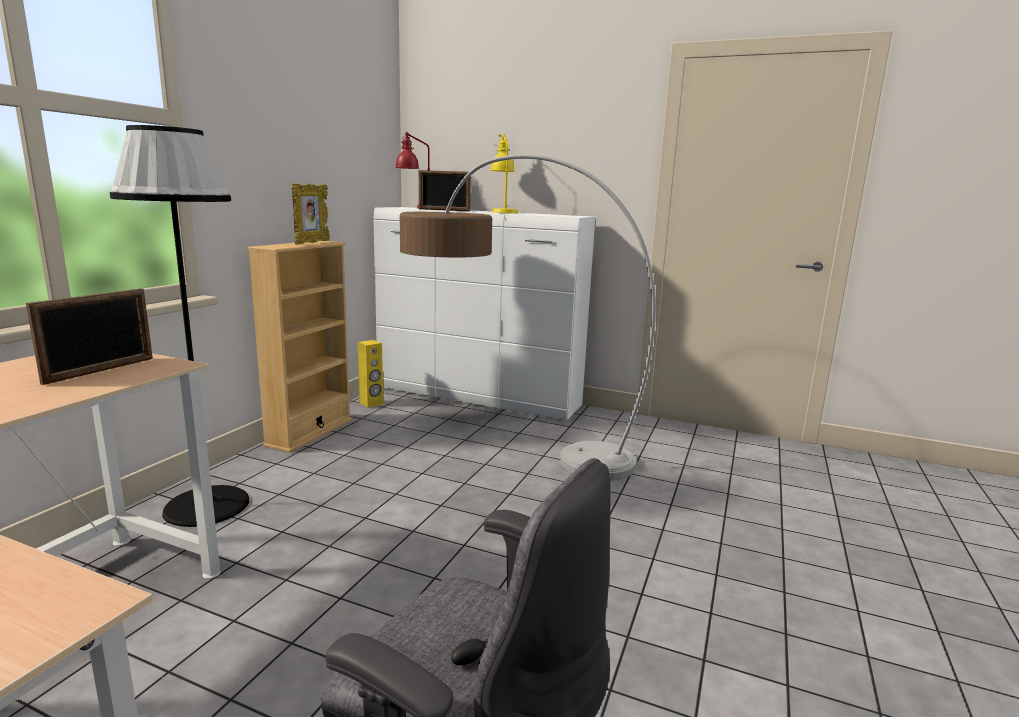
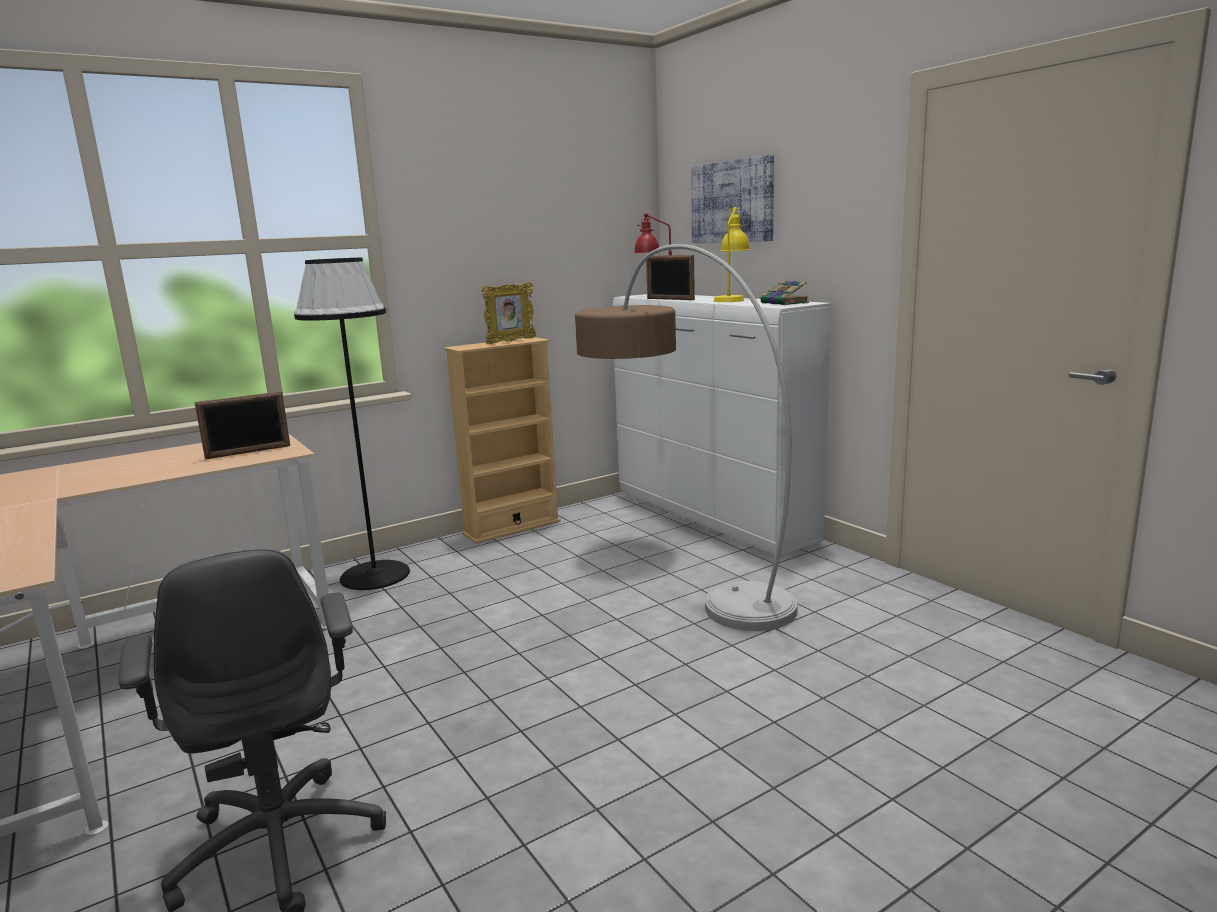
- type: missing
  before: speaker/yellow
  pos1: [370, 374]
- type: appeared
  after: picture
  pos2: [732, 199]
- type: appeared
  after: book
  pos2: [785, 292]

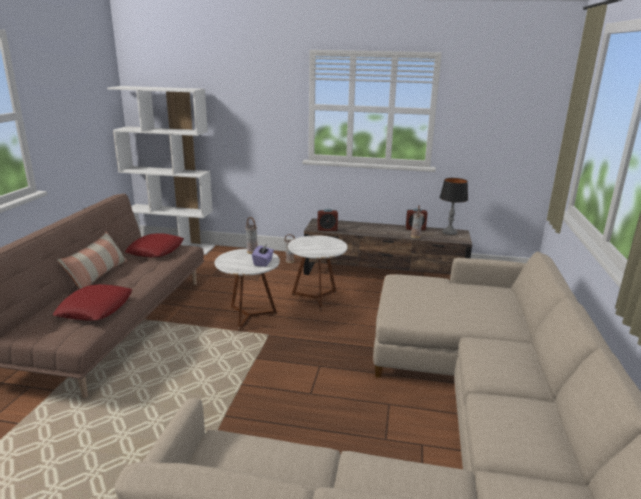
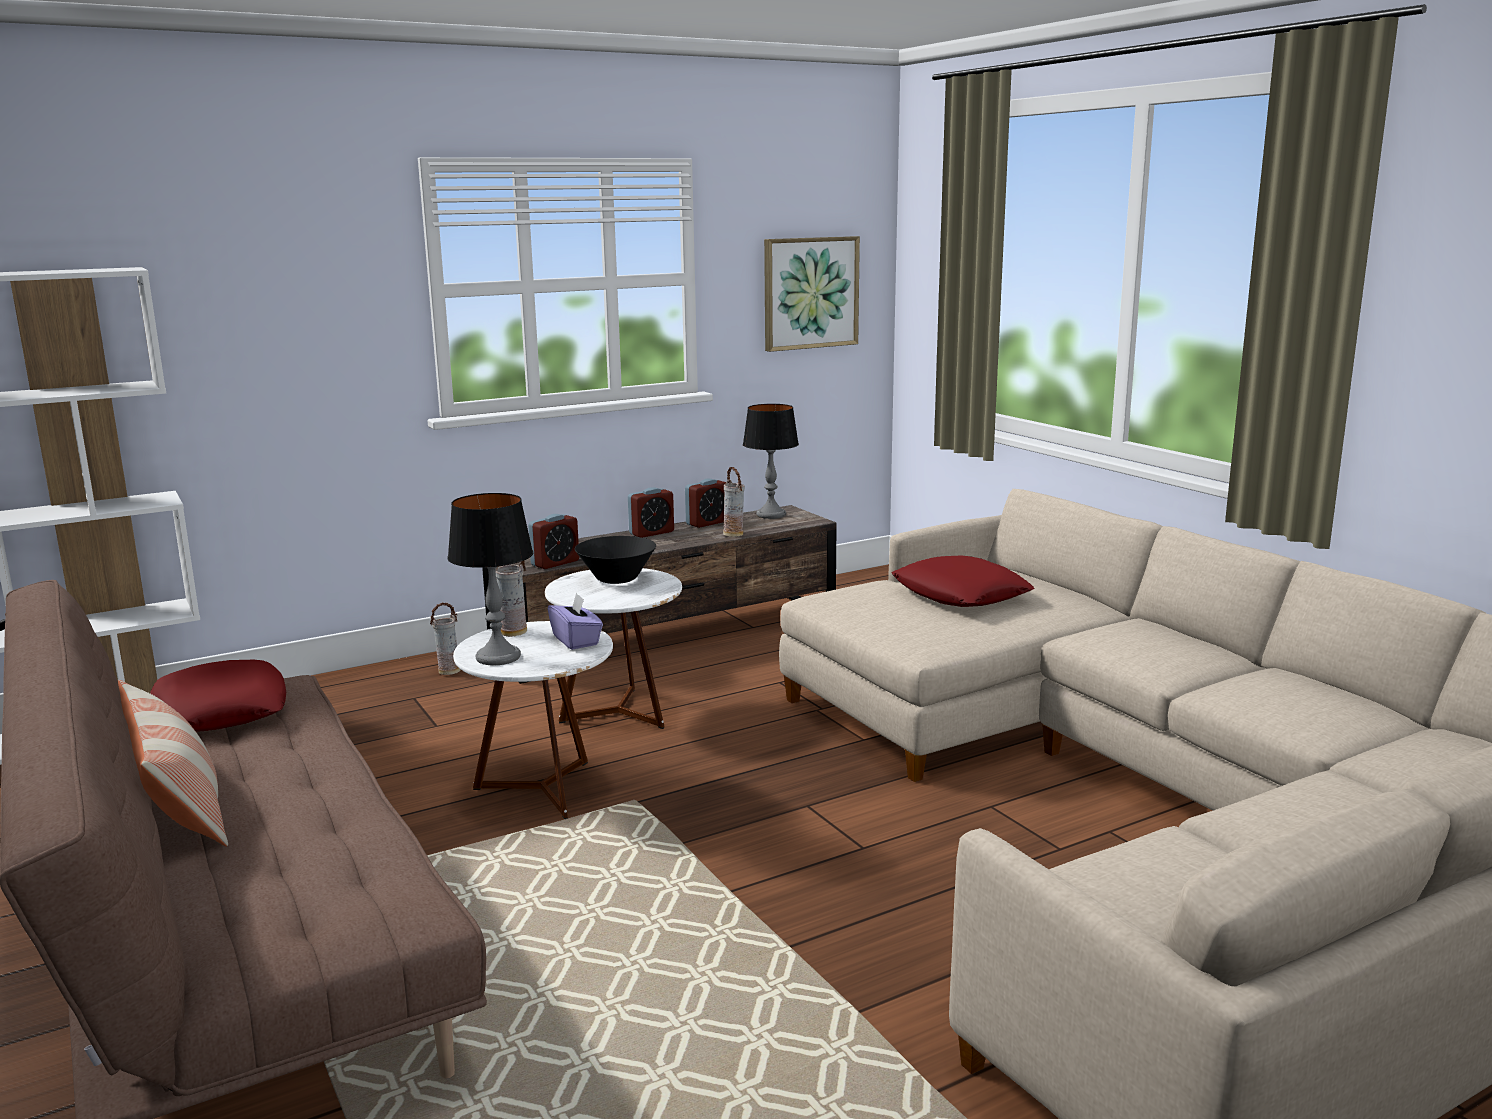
- type: relocated
  before: pillow/red
  pos1: [92, 302]
  pos2: [963, 581]
- type: appeared
  after: picture
  pos2: [812, 294]
- type: appeared
  after: alarm clock
  pos2: [651, 512]
- type: appeared
  after: table lamp
  pos2: [490, 579]
- type: appeared
  after: bowl/black
  pos2: [615, 560]

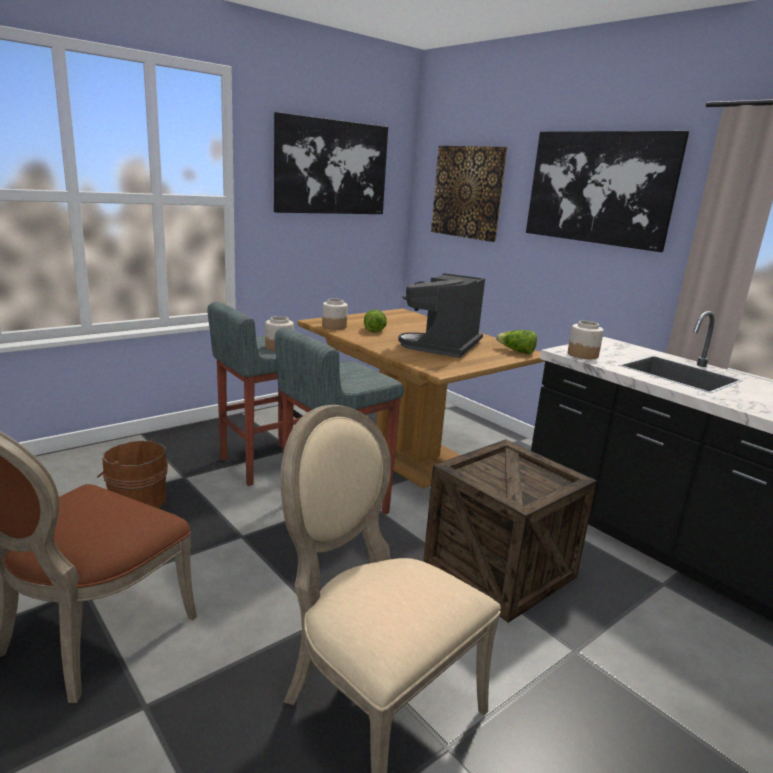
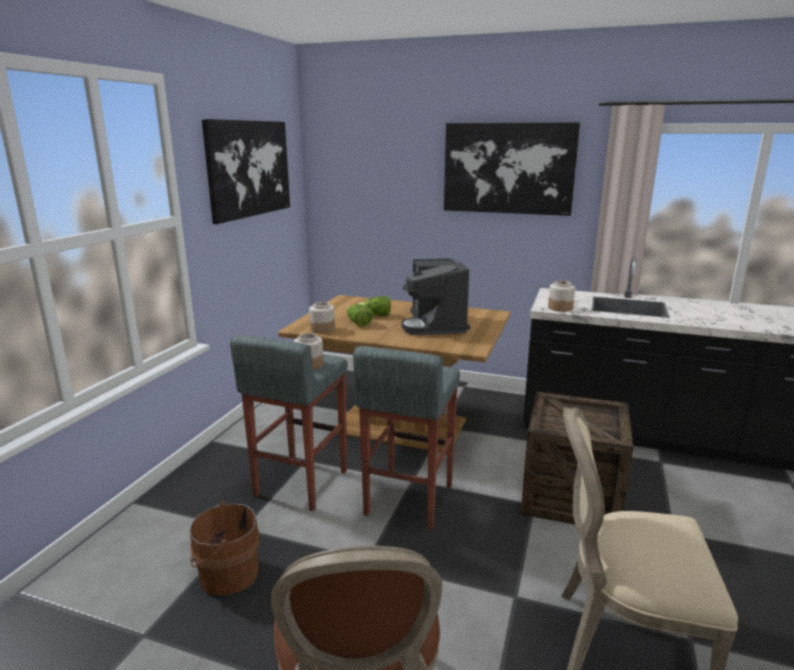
- type: missing
  before: picture
  pos1: [469, 194]
- type: relocated
  before: lettuce
  pos1: [516, 342]
  pos2: [375, 306]

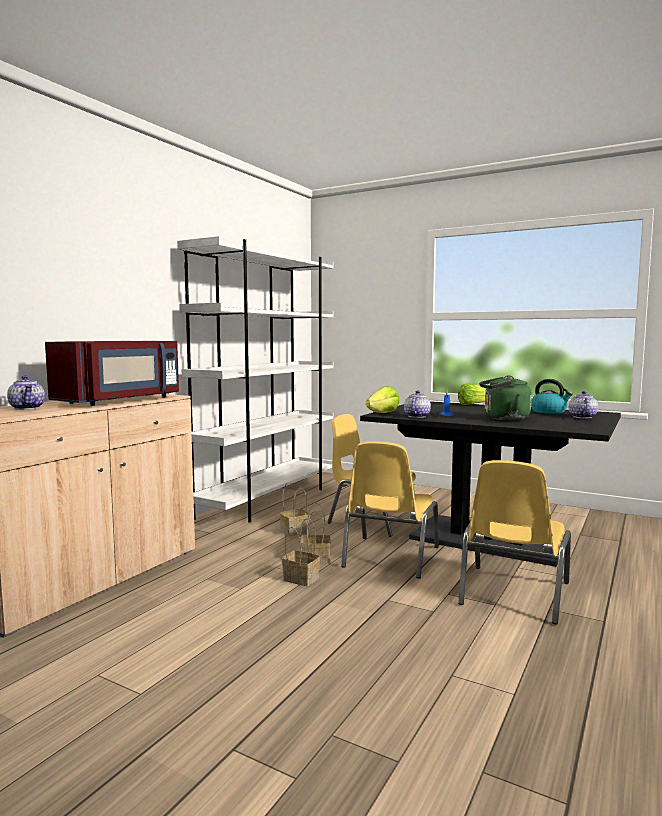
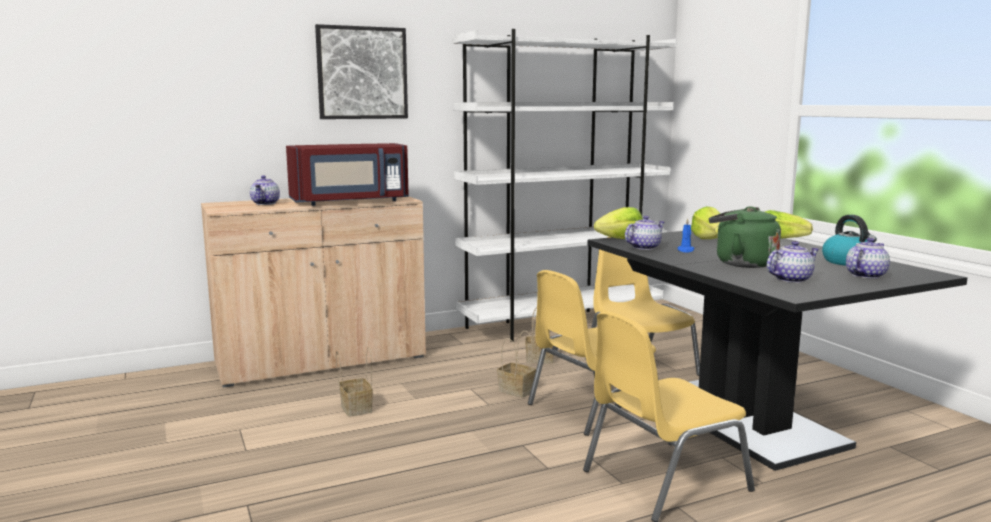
- type: relocated
  before: basket
  pos1: [301, 552]
  pos2: [354, 382]
- type: appeared
  after: picture
  pos2: [361, 71]
- type: appeared
  after: lettuce
  pos2: [706, 222]
- type: appeared
  after: teapot
  pos2: [793, 262]

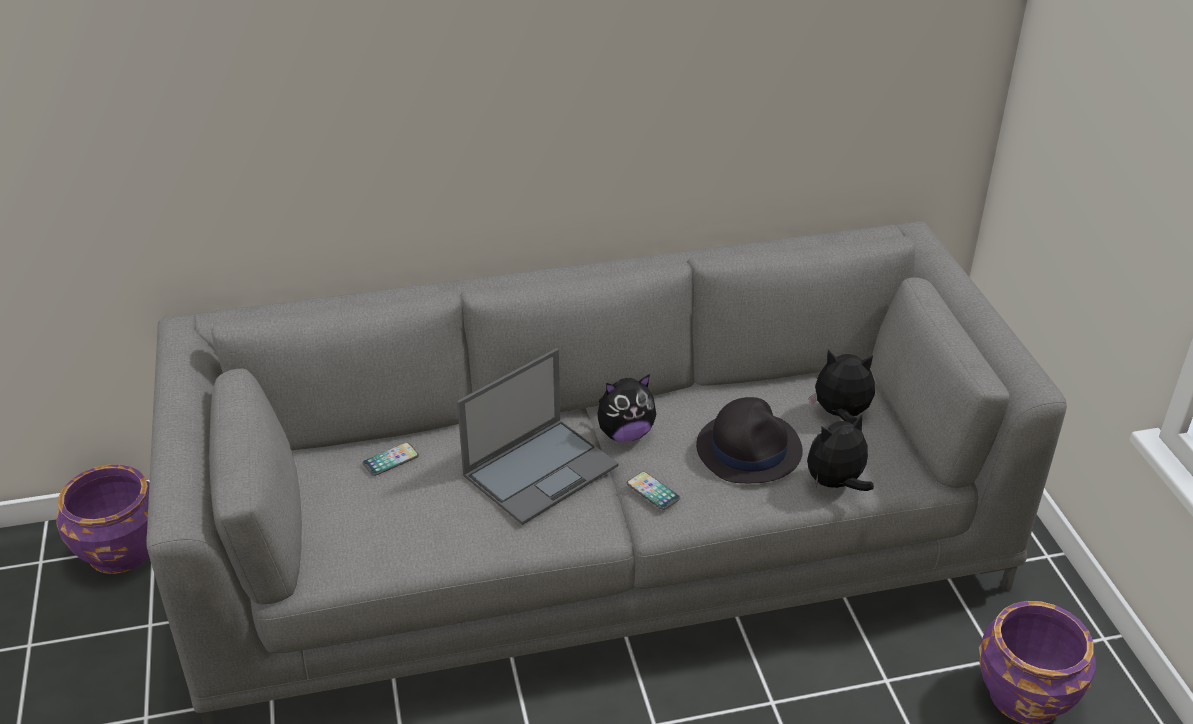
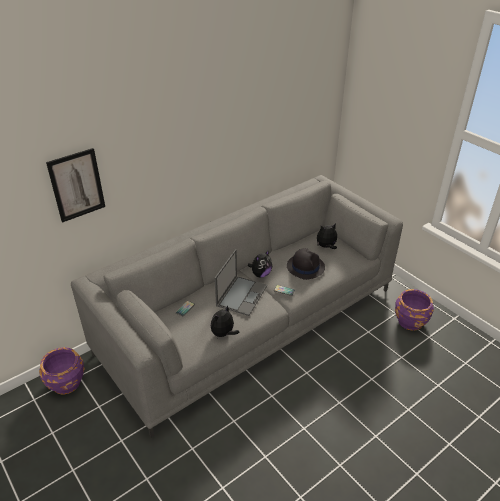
- type: relocated
  before: plush toy
  pos1: [840, 452]
  pos2: [225, 321]
- type: appeared
  after: picture
  pos2: [75, 185]

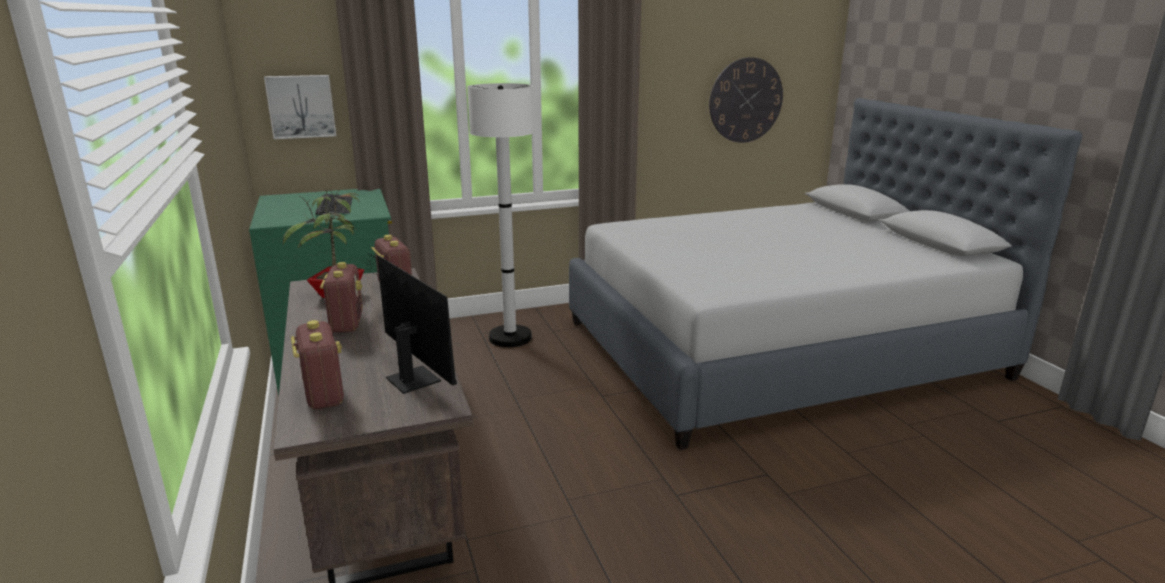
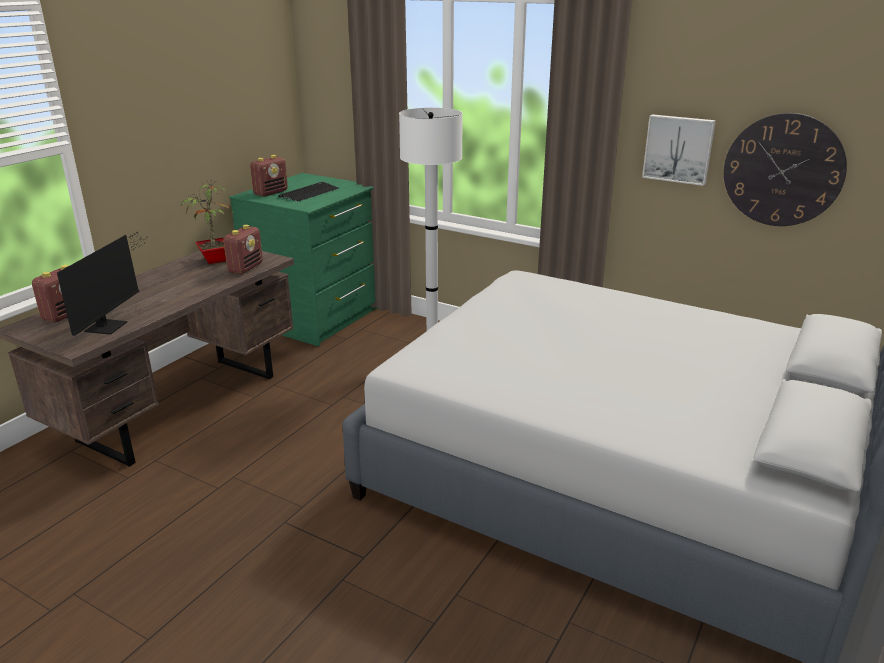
- type: relocated
  before: picture
  pos1: [300, 107]
  pos2: [679, 150]
- type: relocated
  before: radio
  pos1: [341, 297]
  pos2: [269, 176]

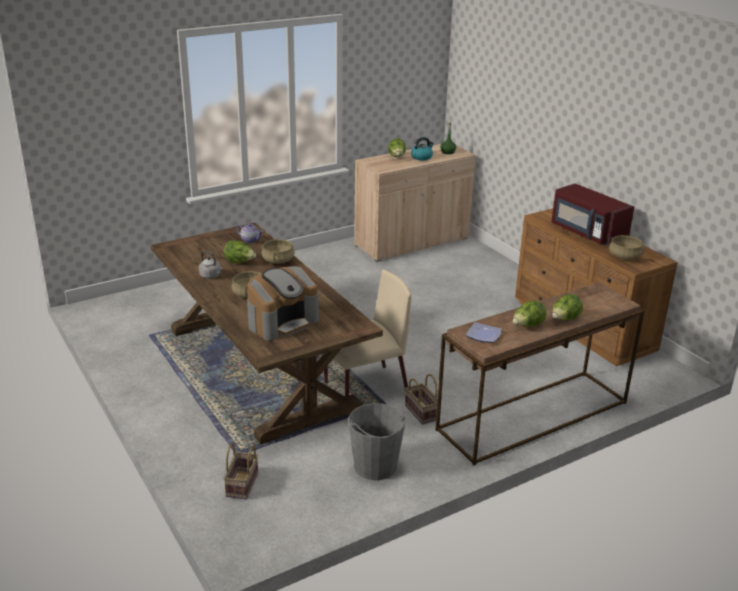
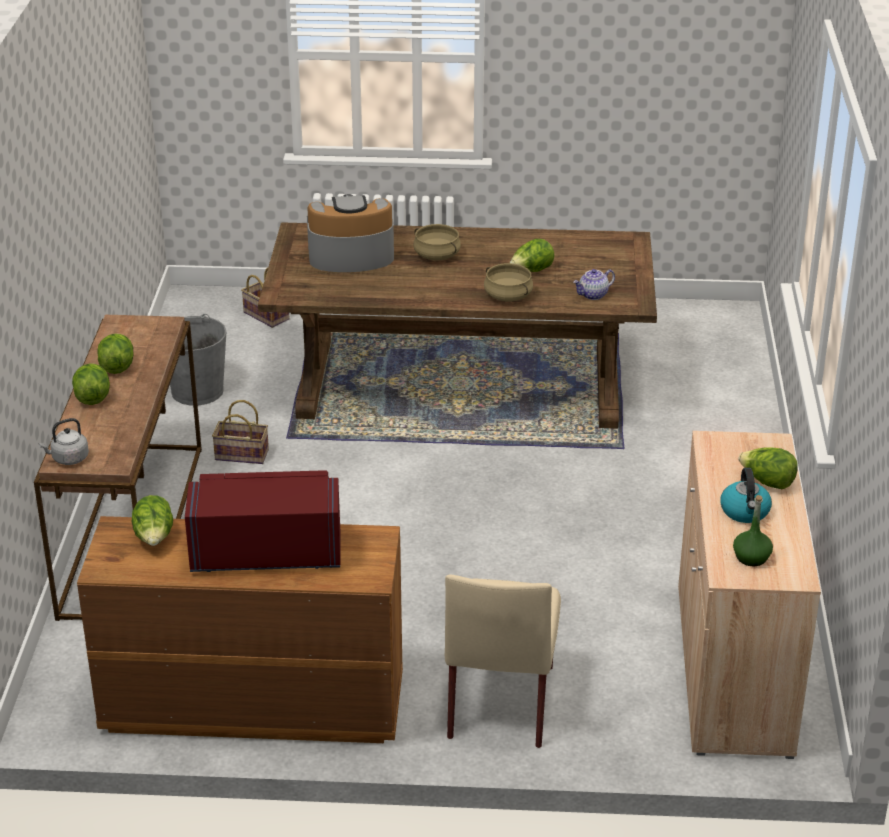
- type: exchanged
  before: cooking pot/beige
  after: lettuce
  pos1: [626, 247]
  pos2: [152, 520]
- type: relocated
  before: kettle/grey
  pos1: [211, 265]
  pos2: [64, 441]
- type: spun
  before: coffee machine
  pos1: [283, 303]
  pos2: [350, 233]
  turn: 90
- type: relocated
  before: chair/beige
  pos1: [367, 334]
  pos2: [503, 661]
- type: missing
  before: plate
  pos1: [484, 332]

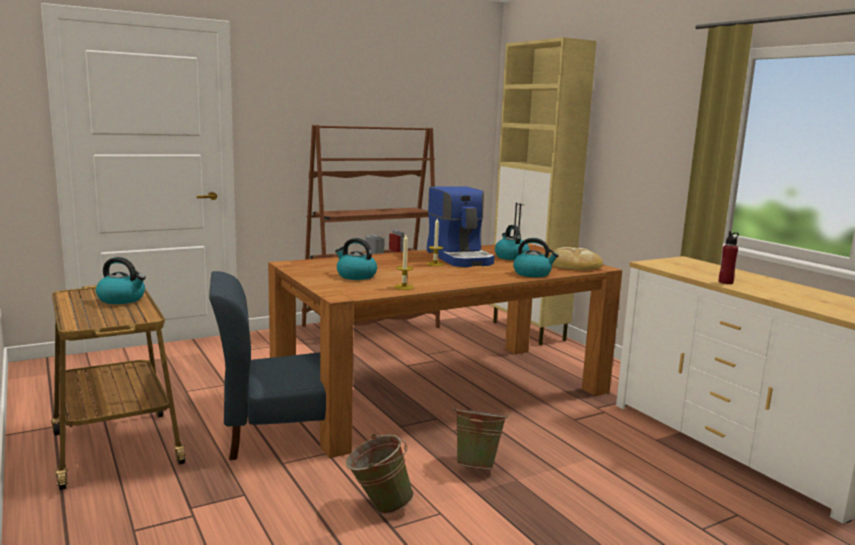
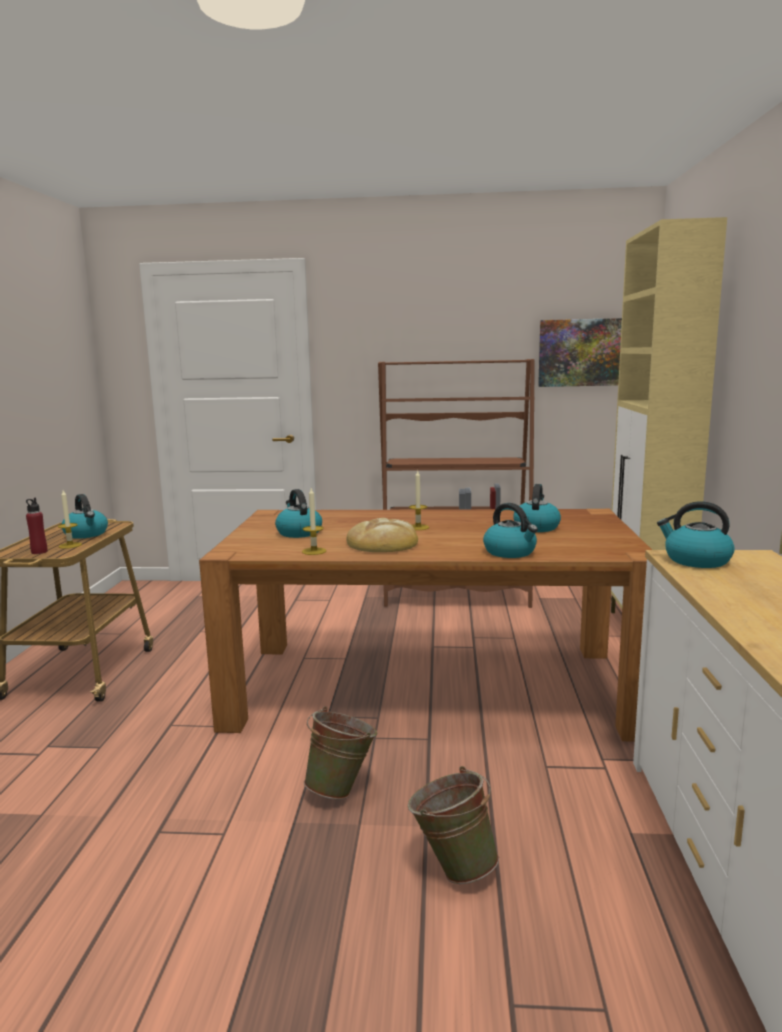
- type: missing
  before: coffee machine
  pos1: [460, 226]
- type: relocated
  before: bottle/red
  pos1: [728, 257]
  pos2: [37, 526]
- type: relocated
  before: bread
  pos1: [576, 258]
  pos2: [382, 535]
- type: missing
  before: chair/blue
  pos1: [267, 365]
- type: relocated
  before: bucket/green
  pos1: [380, 474]
  pos2: [453, 825]
- type: appeared
  after: picture
  pos2: [580, 352]
- type: appeared
  after: candle
  pos2: [70, 519]
- type: appeared
  after: kettle
  pos2: [696, 534]

